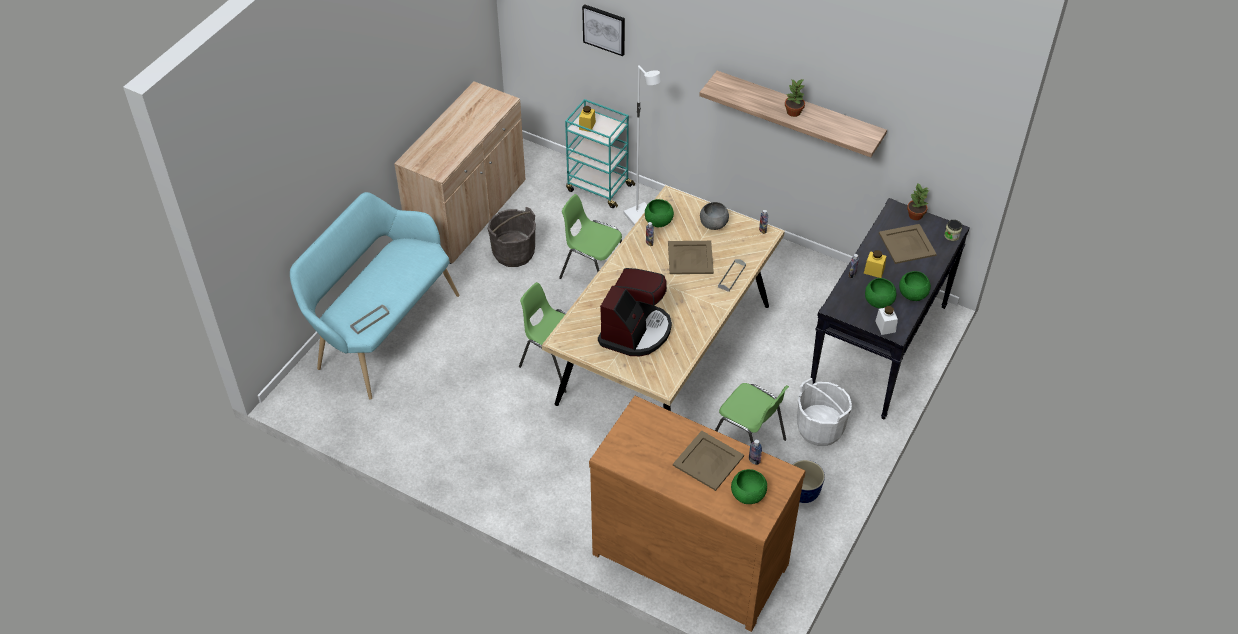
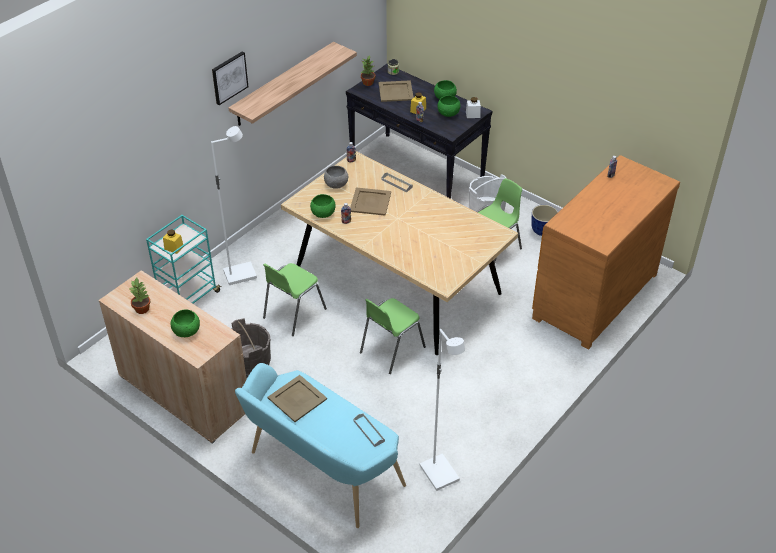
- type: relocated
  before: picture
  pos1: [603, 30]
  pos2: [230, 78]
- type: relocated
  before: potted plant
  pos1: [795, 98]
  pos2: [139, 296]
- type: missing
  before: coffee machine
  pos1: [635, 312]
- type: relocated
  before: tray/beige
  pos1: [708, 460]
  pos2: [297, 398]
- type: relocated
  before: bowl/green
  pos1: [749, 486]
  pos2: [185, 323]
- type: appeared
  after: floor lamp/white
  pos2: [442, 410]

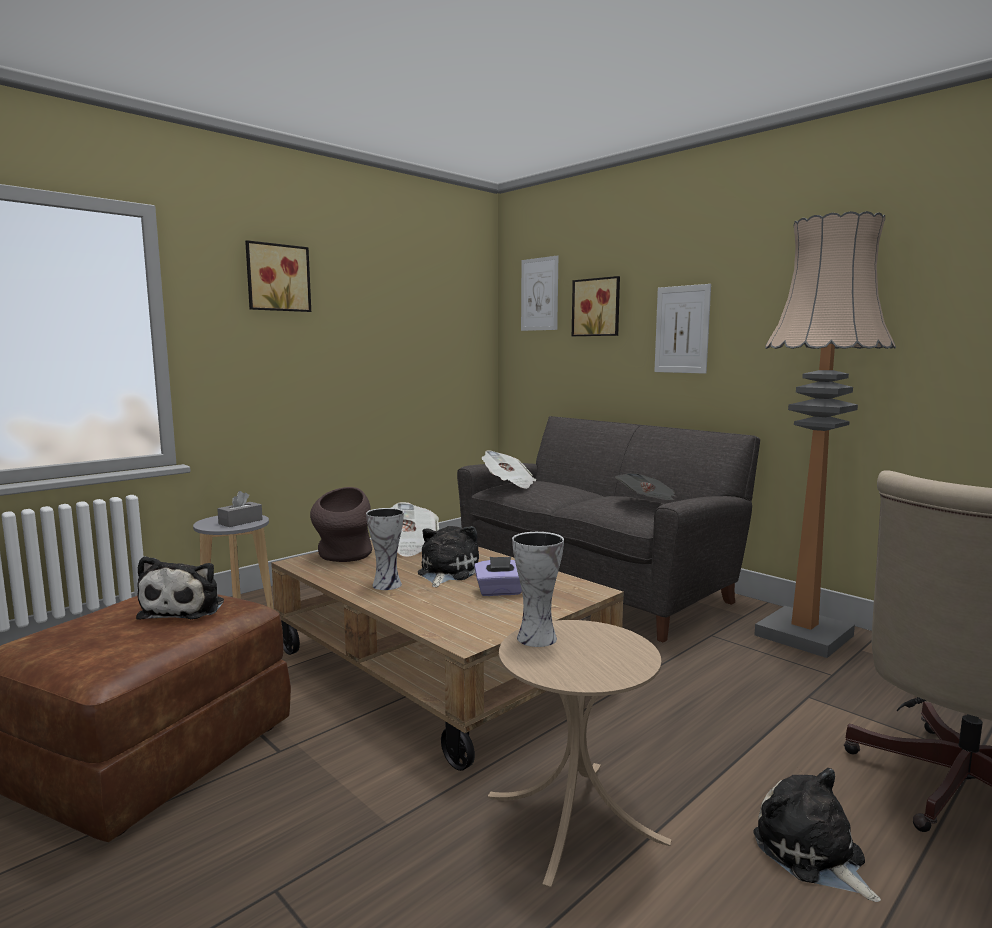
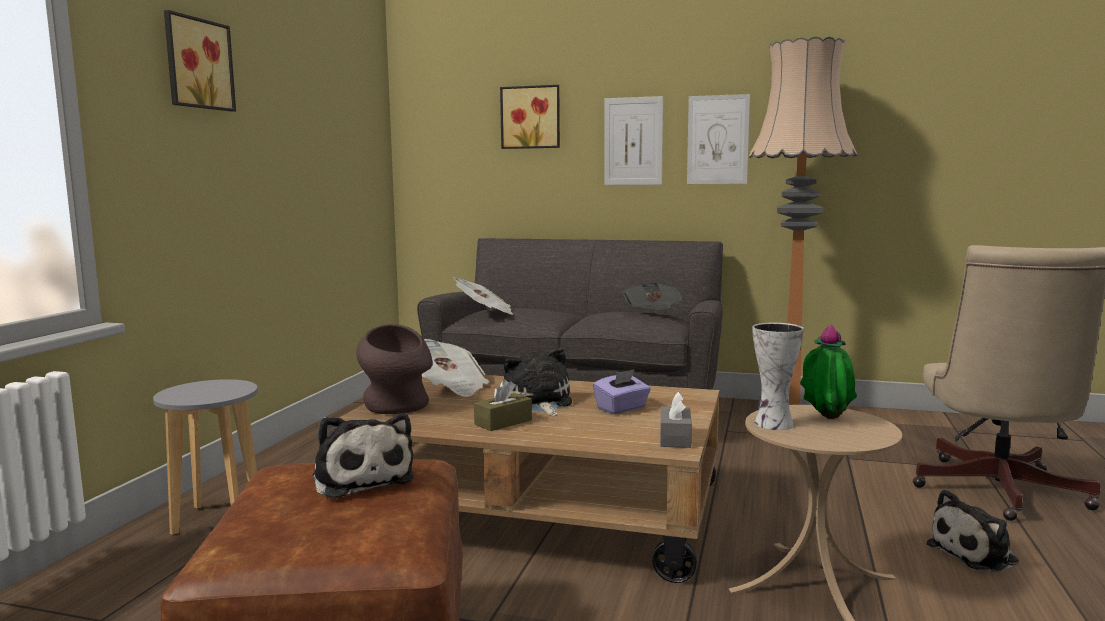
- type: relocated
  before: picture
  pos1: [539, 293]
  pos2: [718, 139]
- type: relocated
  before: tissue box/grey
  pos1: [240, 509]
  pos2: [676, 420]
- type: exchanged
  before: vase
  after: tissue box/brown
  pos1: [385, 549]
  pos2: [503, 405]
- type: spun
  before: plush toy
  pos1: [817, 835]
  pos2: [972, 530]
  turn: -60
- type: appeared
  after: potted plant
  pos2: [828, 372]

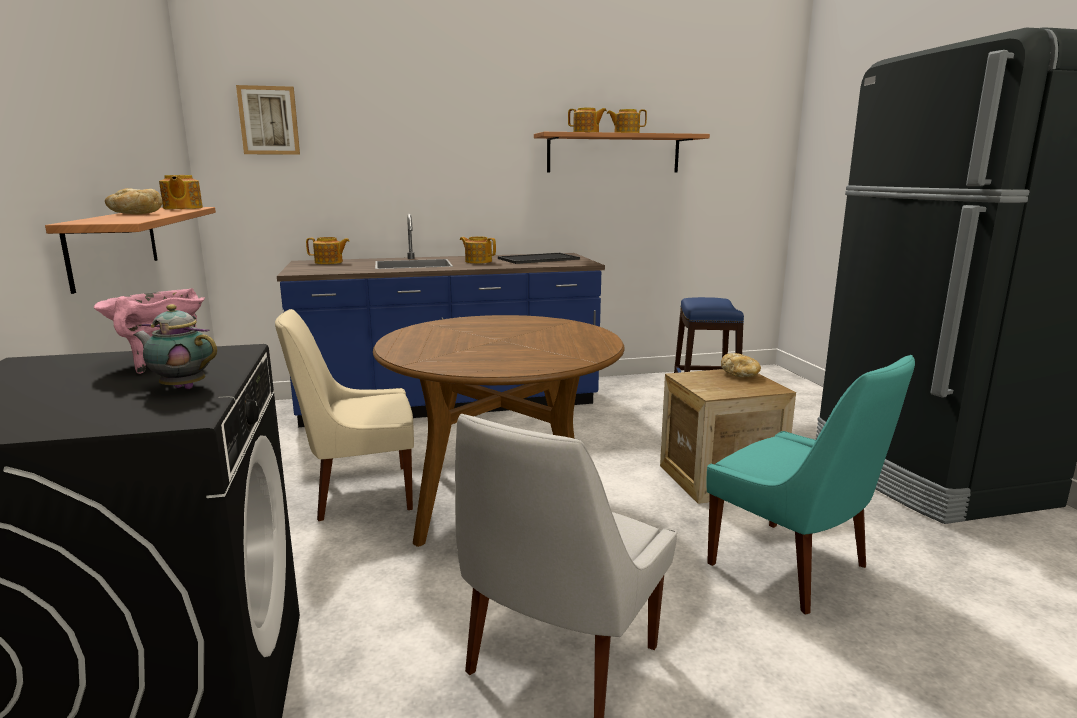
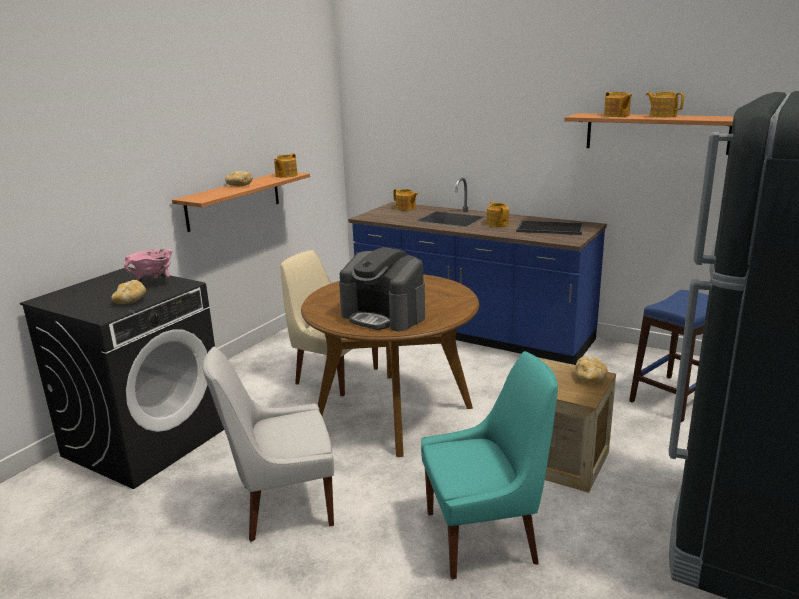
- type: missing
  before: picture
  pos1: [268, 120]
- type: exchanged
  before: teapot
  after: bread
  pos1: [175, 346]
  pos2: [128, 292]
- type: spun
  before: chair/turquoise
  pos1: [811, 485]
  pos2: [489, 465]
  turn: -105
- type: appeared
  after: coffee machine
  pos2: [382, 289]

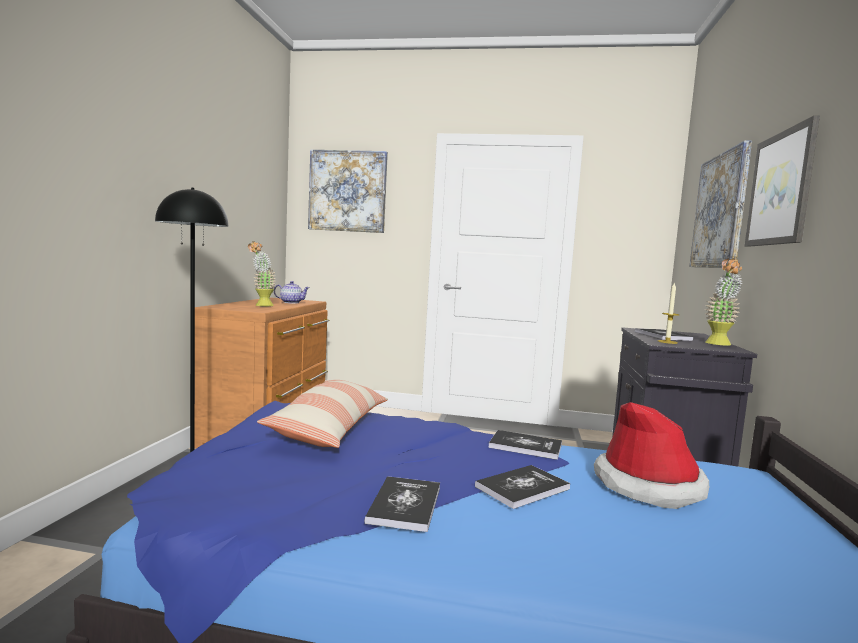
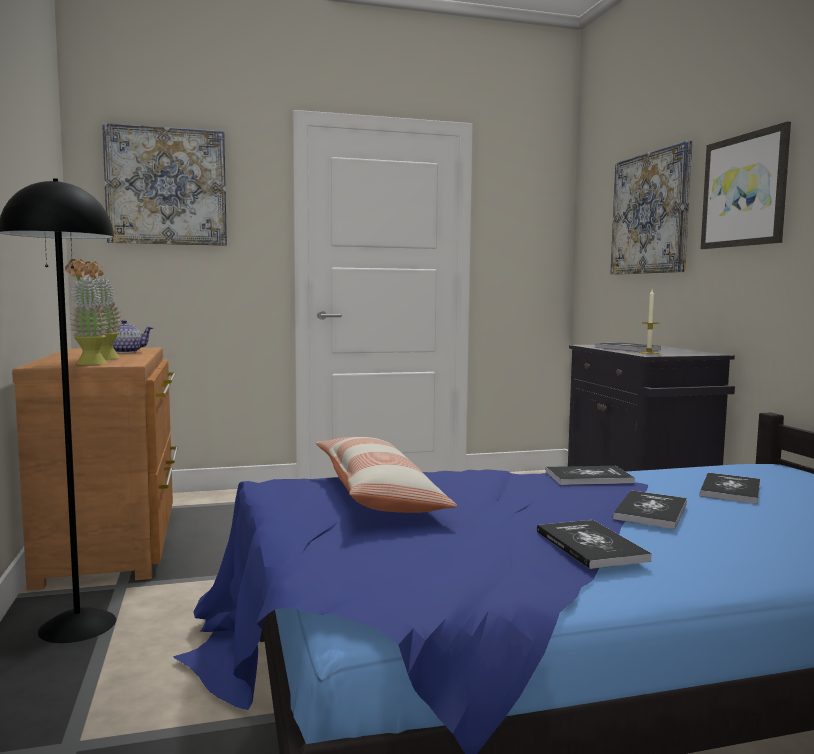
- type: relocated
  before: potted plant
  pos1: [723, 302]
  pos2: [87, 312]
- type: exchanged
  before: hat
  after: book
  pos1: [651, 455]
  pos2: [730, 488]

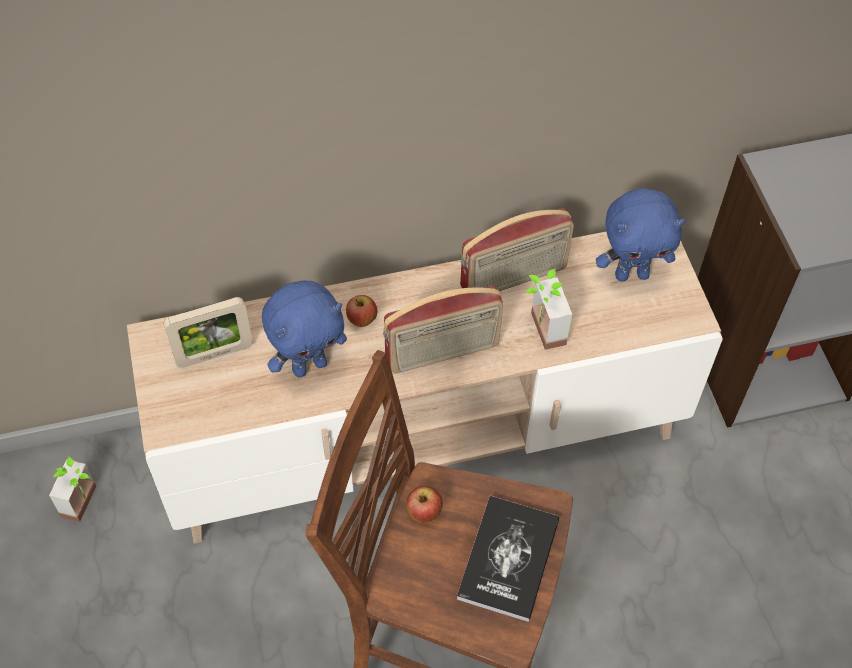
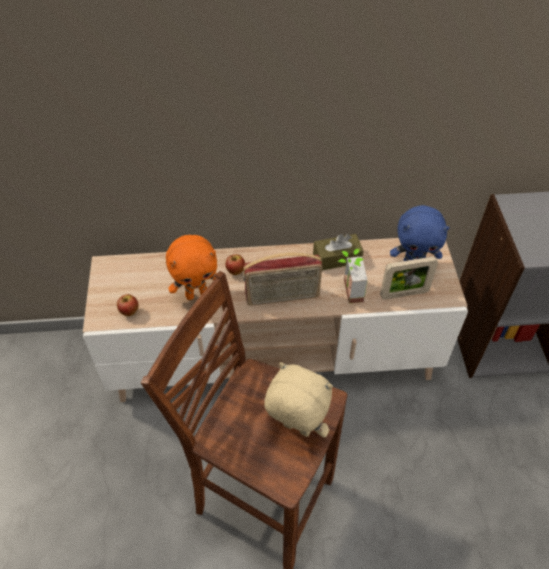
- type: exchanged
  before: radio
  after: tissue box/brown
  pos1: [517, 249]
  pos2: [338, 252]
- type: colour
  before: plush toy/blue
  after: plush toy/orange
  pos1: [304, 329]
  pos2: [191, 267]
- type: relocated
  before: picture frame
  pos1: [208, 332]
  pos2: [409, 278]
- type: missing
  before: potted plant
  pos1: [72, 489]
- type: relocated
  before: apple
  pos1: [424, 504]
  pos2: [128, 305]
- type: exchanged
  before: book
  after: plush toy/beige
  pos1: [508, 559]
  pos2: [298, 399]

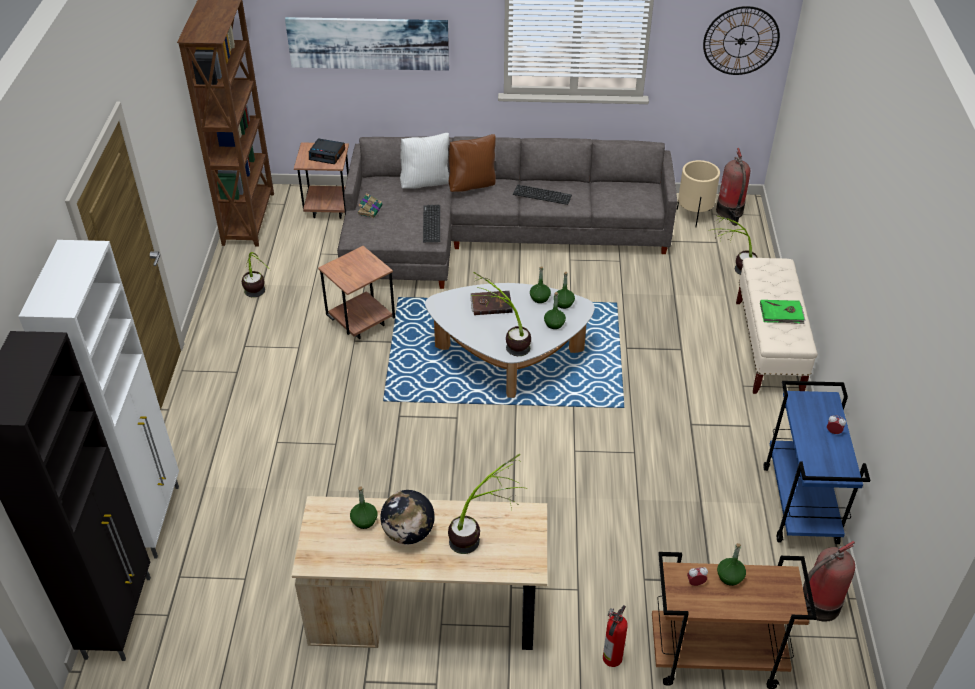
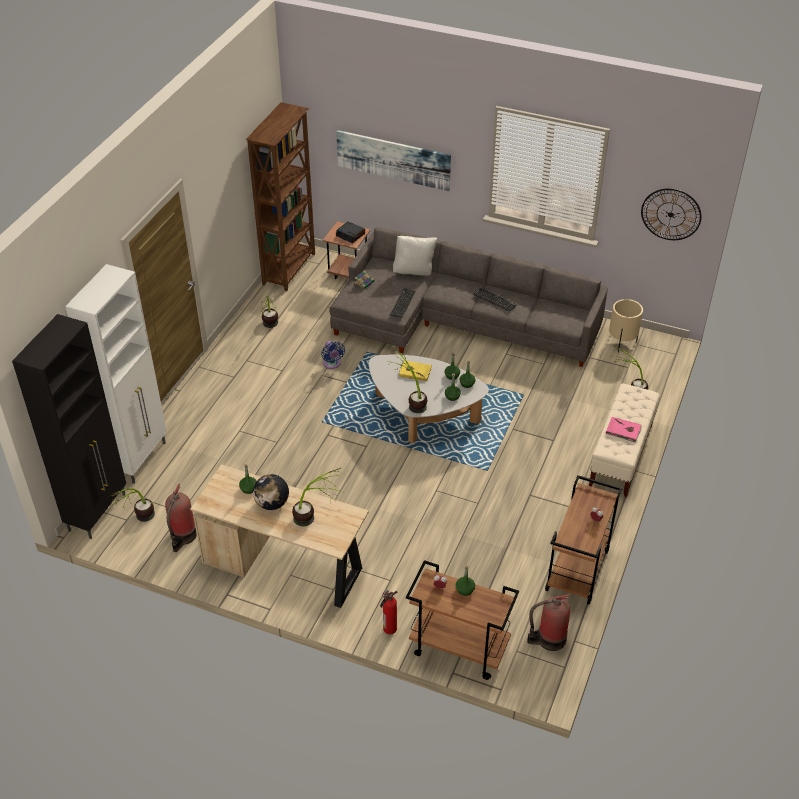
- type: missing
  before: pillow/brown
  pos1: [472, 163]
- type: relocated
  before: fire extinguisher
  pos1: [733, 187]
  pos2: [181, 518]
- type: exchanged
  before: side table/brown
  after: fan/blue
  pos1: [356, 292]
  pos2: [333, 354]
- type: colour
  before: book/brown
  after: book/yellow
  pos1: [491, 303]
  pos2: [415, 370]
- type: colour
  before: book/green
  after: book/pink
  pos1: [783, 312]
  pos2: [623, 429]
- type: colour
  before: cart/blue
  after: cart/brown
  pos1: [817, 462]
  pos2: [583, 539]
- type: appeared
  after: potted plant
  pos2: [131, 505]

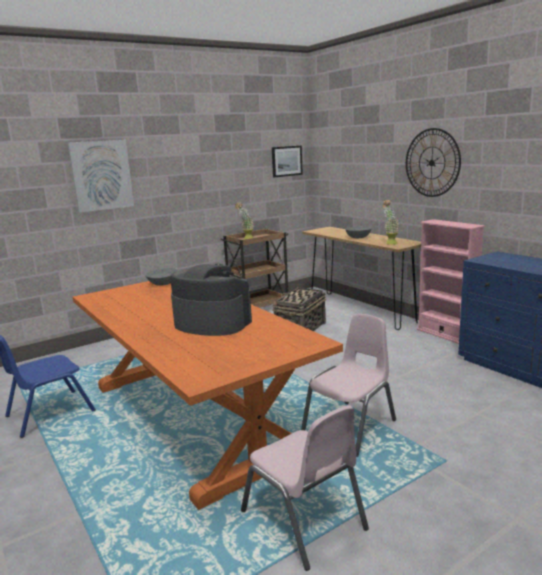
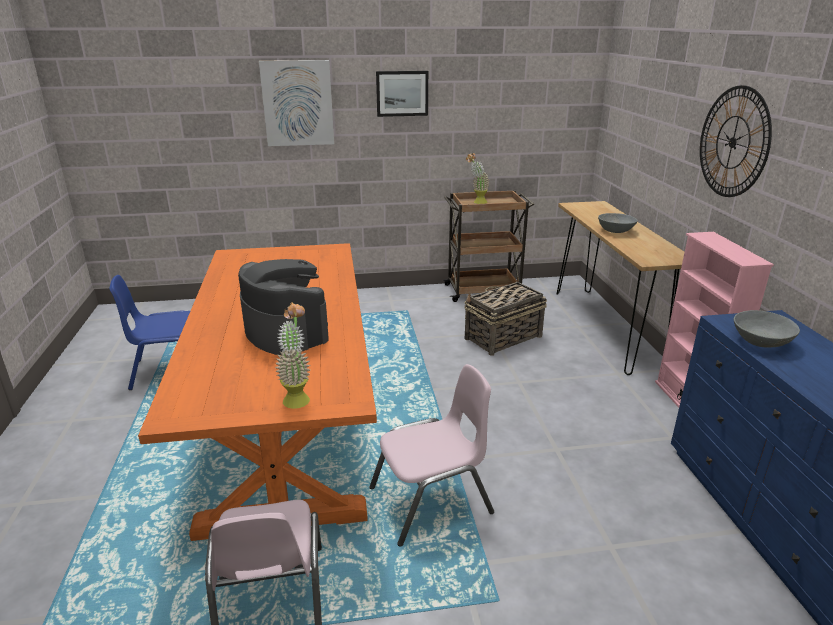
- type: relocated
  before: picture
  pos1: [287, 162]
  pos2: [402, 94]
- type: relocated
  before: potted plant
  pos1: [390, 222]
  pos2: [292, 356]
- type: relocated
  before: bowl/grey
  pos1: [162, 277]
  pos2: [767, 329]

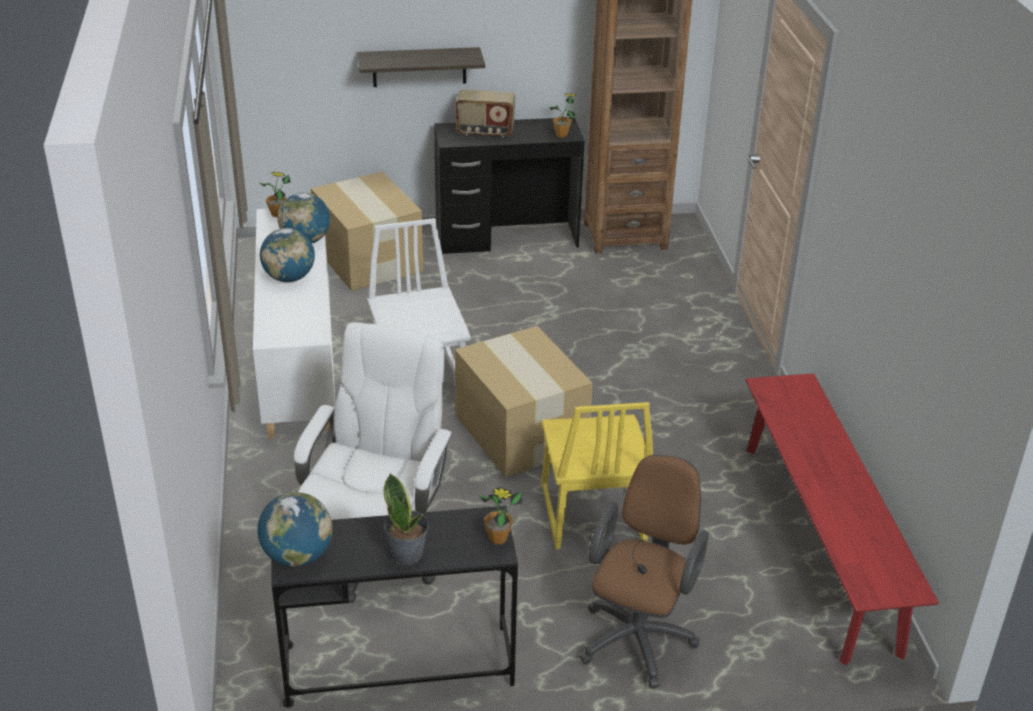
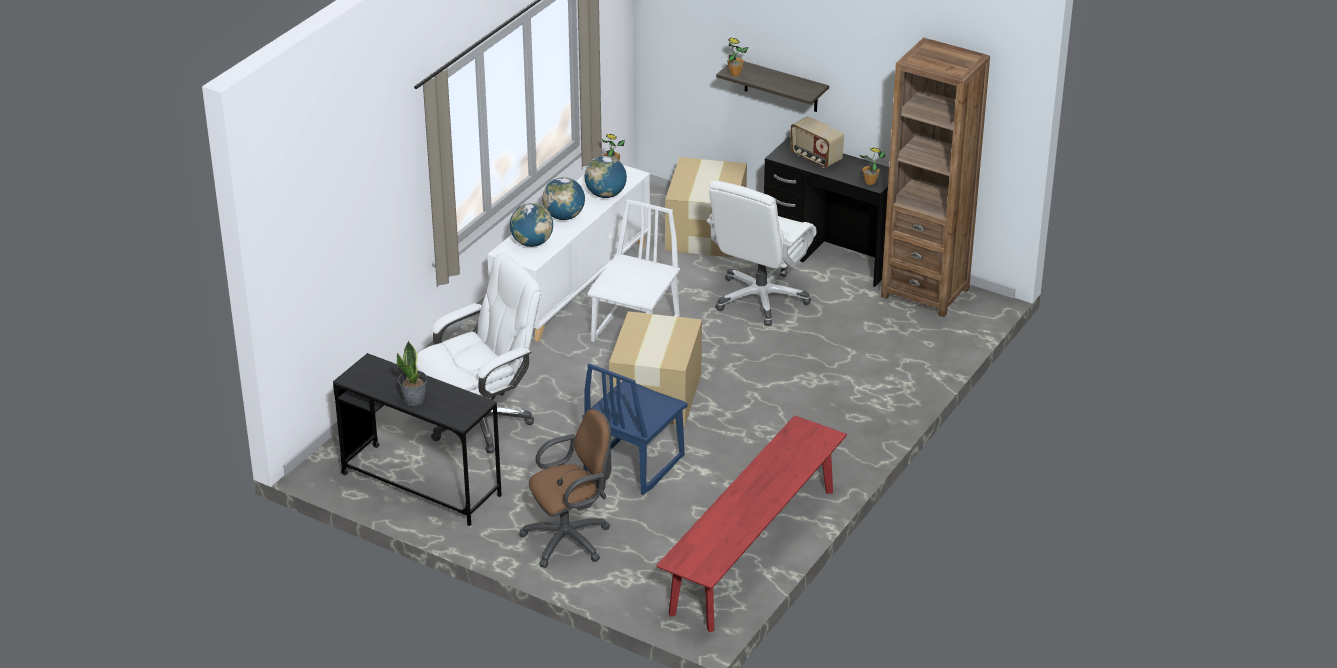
- type: colour
  before: chair/yellow
  after: chair/blue
  pos1: [597, 475]
  pos2: [635, 429]
- type: relocated
  before: potted plant
  pos1: [499, 515]
  pos2: [737, 57]
- type: relocated
  before: globe
  pos1: [295, 529]
  pos2: [531, 225]
- type: appeared
  after: office chair/white
  pos2: [762, 253]

